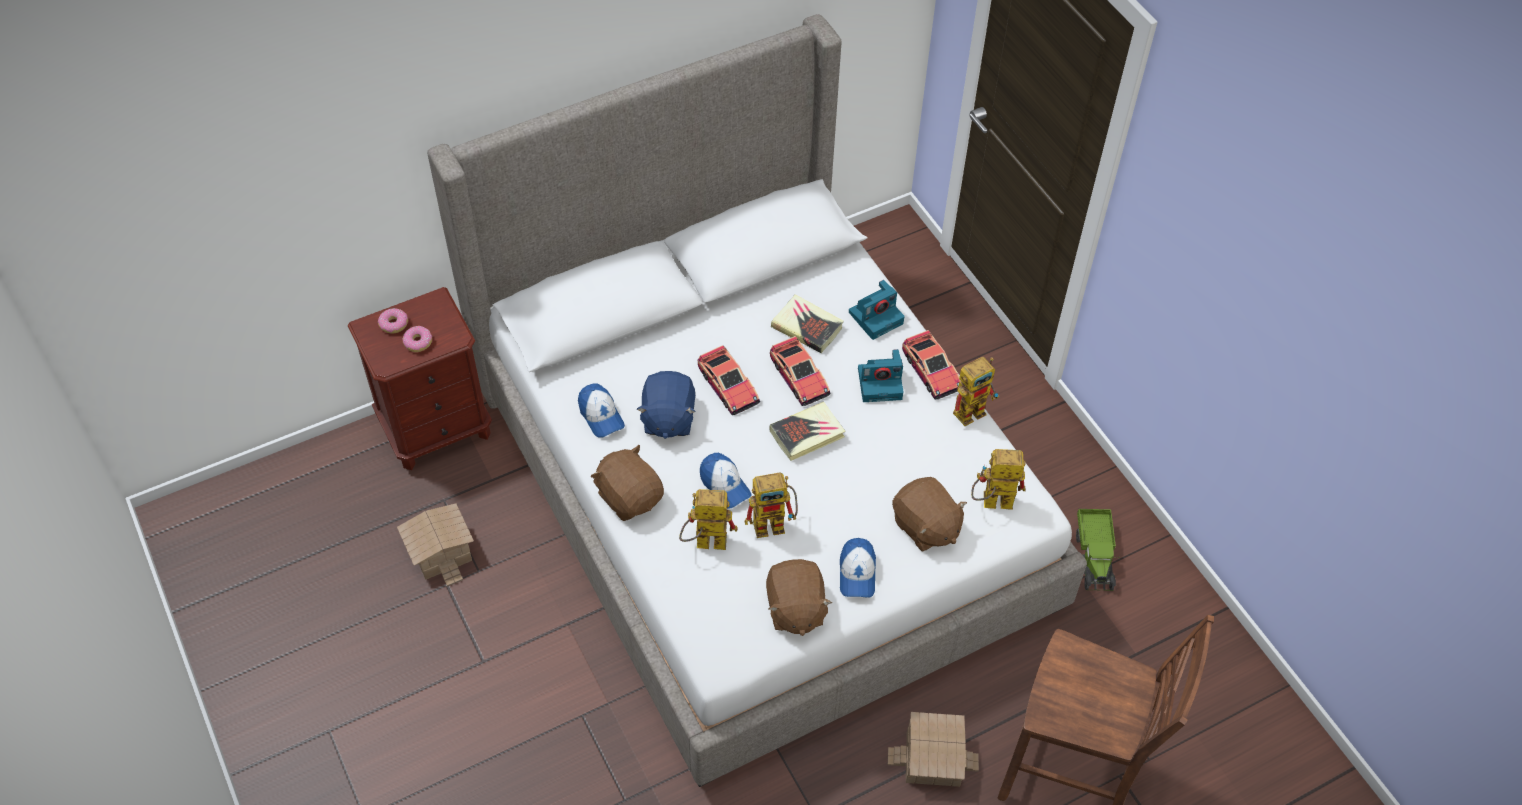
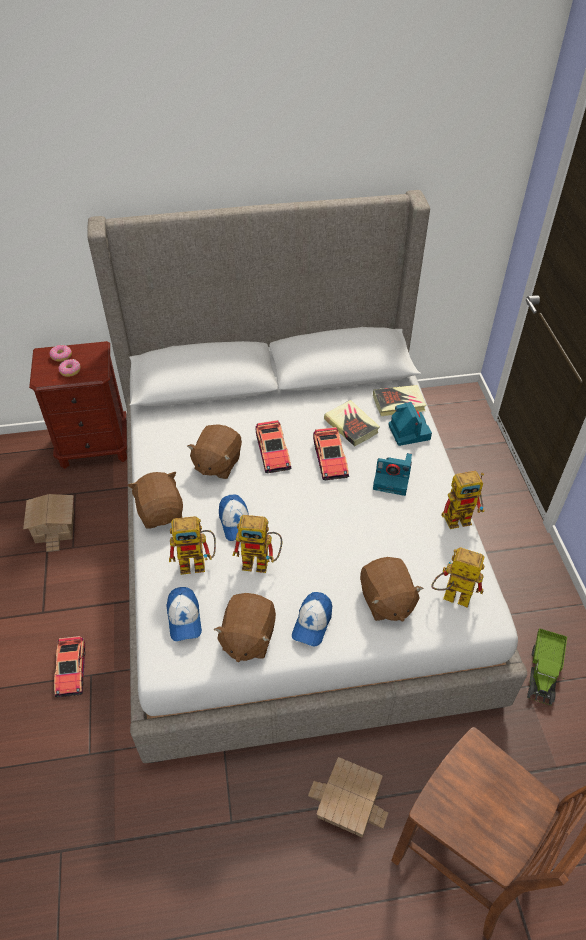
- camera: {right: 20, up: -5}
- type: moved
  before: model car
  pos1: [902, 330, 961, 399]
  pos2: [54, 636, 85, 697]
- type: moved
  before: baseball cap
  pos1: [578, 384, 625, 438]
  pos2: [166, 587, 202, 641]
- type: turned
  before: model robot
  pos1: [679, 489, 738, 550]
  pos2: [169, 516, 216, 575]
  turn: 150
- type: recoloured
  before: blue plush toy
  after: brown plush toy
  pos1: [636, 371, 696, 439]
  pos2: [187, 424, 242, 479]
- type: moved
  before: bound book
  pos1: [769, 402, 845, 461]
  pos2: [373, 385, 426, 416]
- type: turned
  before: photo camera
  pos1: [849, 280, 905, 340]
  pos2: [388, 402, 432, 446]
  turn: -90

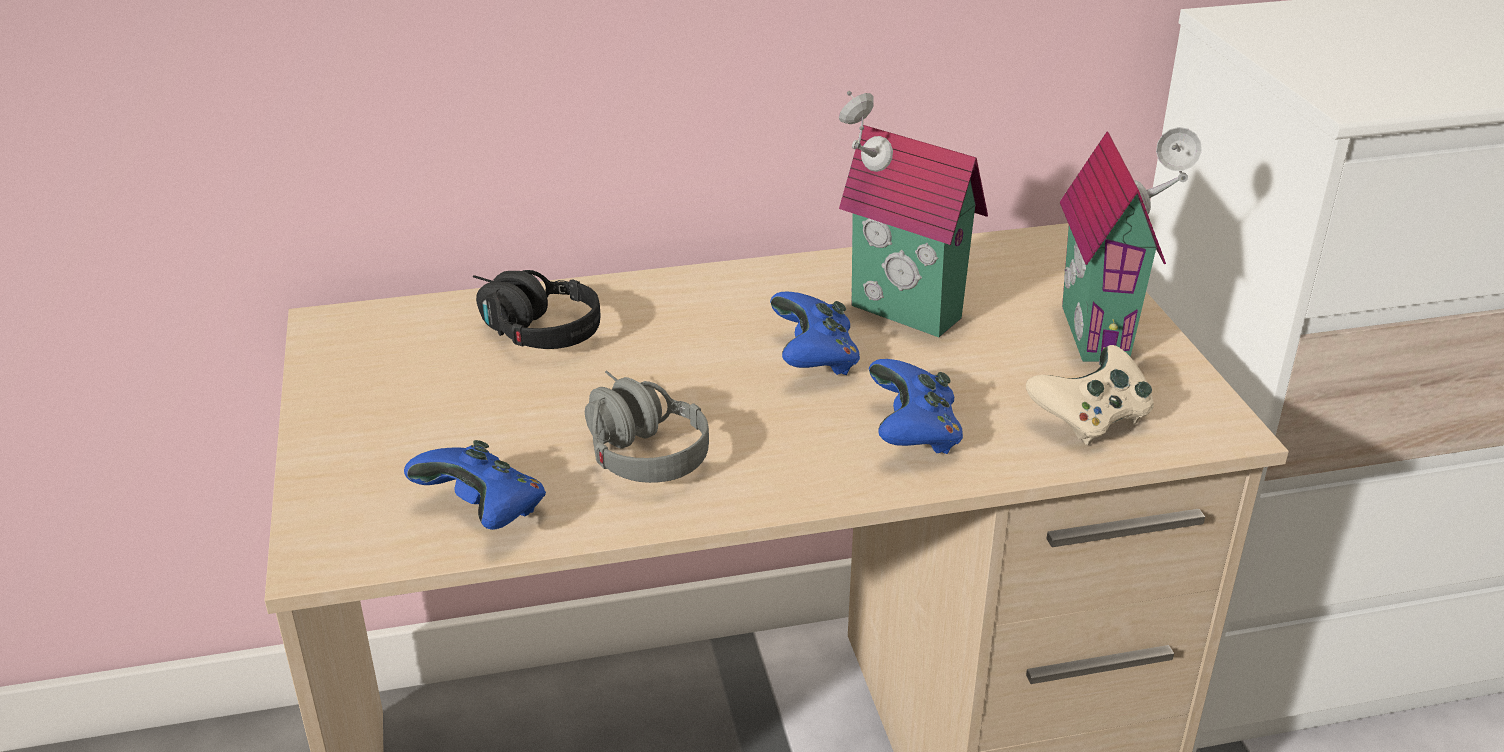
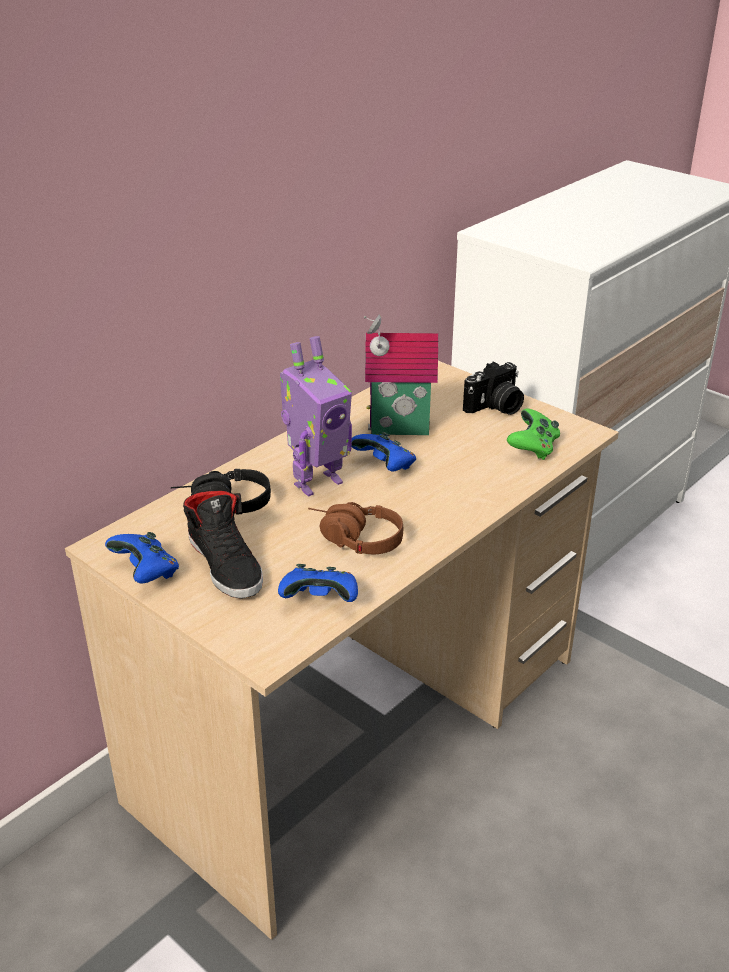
- camera: {right: -35, up: 0}
- type: moved
  before: blue gamepad
  pos1: [869, 359, 963, 454]
  pos2: [105, 532, 179, 583]
- type: added
  after: black item of footwear
  pos2: [183, 490, 263, 599]
- type: added
  after: model robot
  pos2: [280, 336, 352, 497]
- type: recoloured
  before: gray headphones
  after: brown headphones
  pos1: [585, 371, 709, 483]
  pos2: [308, 502, 403, 554]
- type: replaced
  before: miniature house
  after: photo camera
  pos1: [1060, 127, 1202, 365]
  pos2: [463, 361, 524, 415]
- type: recoloured
  before: beige-coloured gamepad
  after: green-coloured gamepad
  pos1: [1026, 345, 1154, 445]
  pos2: [507, 409, 560, 460]

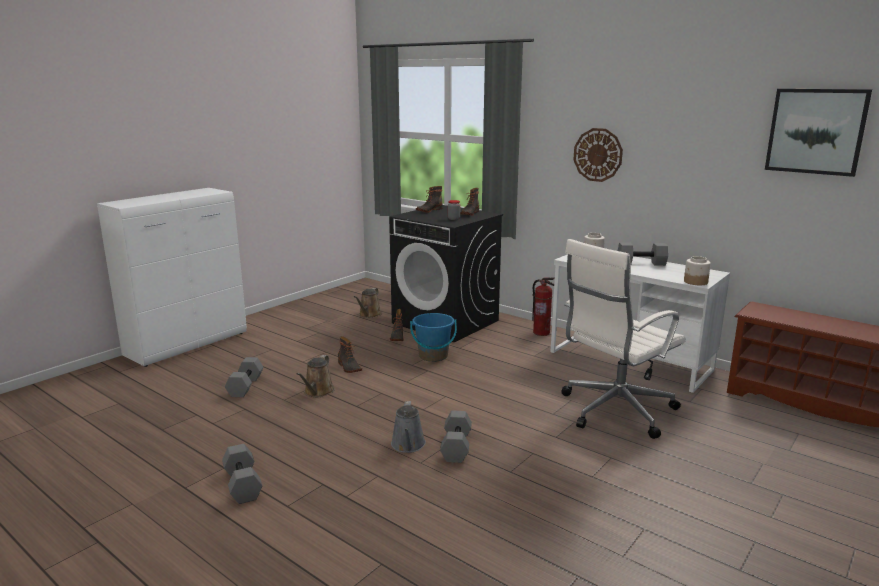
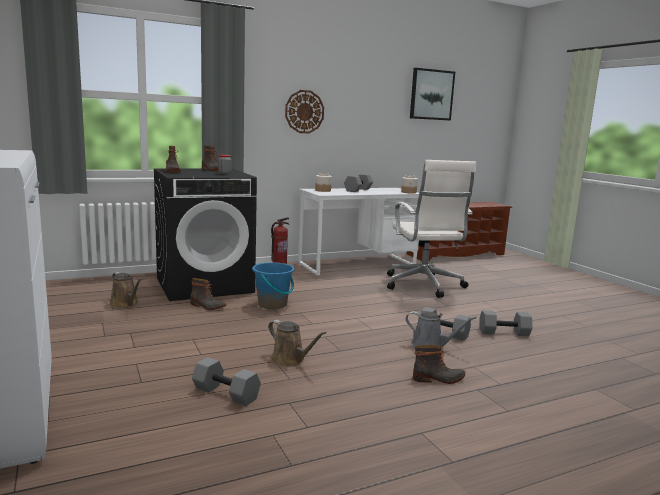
- camera: {right: -65, up: -5}
- type: moved
  before: boot
  pos1: [338, 336, 362, 373]
  pos2: [413, 345, 465, 384]
- type: moved
  before: gray dumbbell
  pos1: [222, 444, 262, 504]
  pos2: [479, 310, 532, 336]

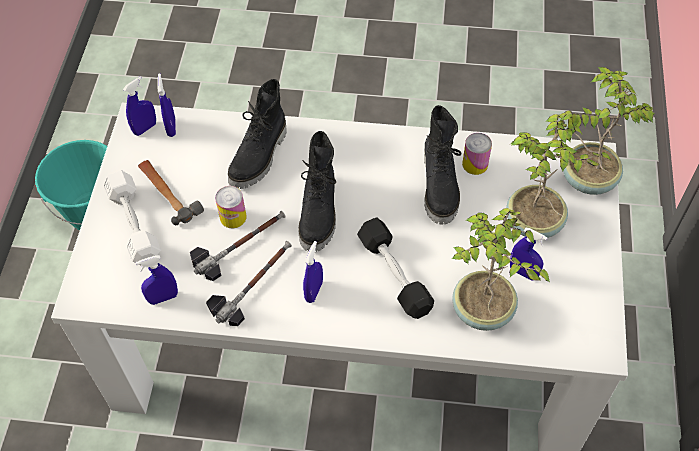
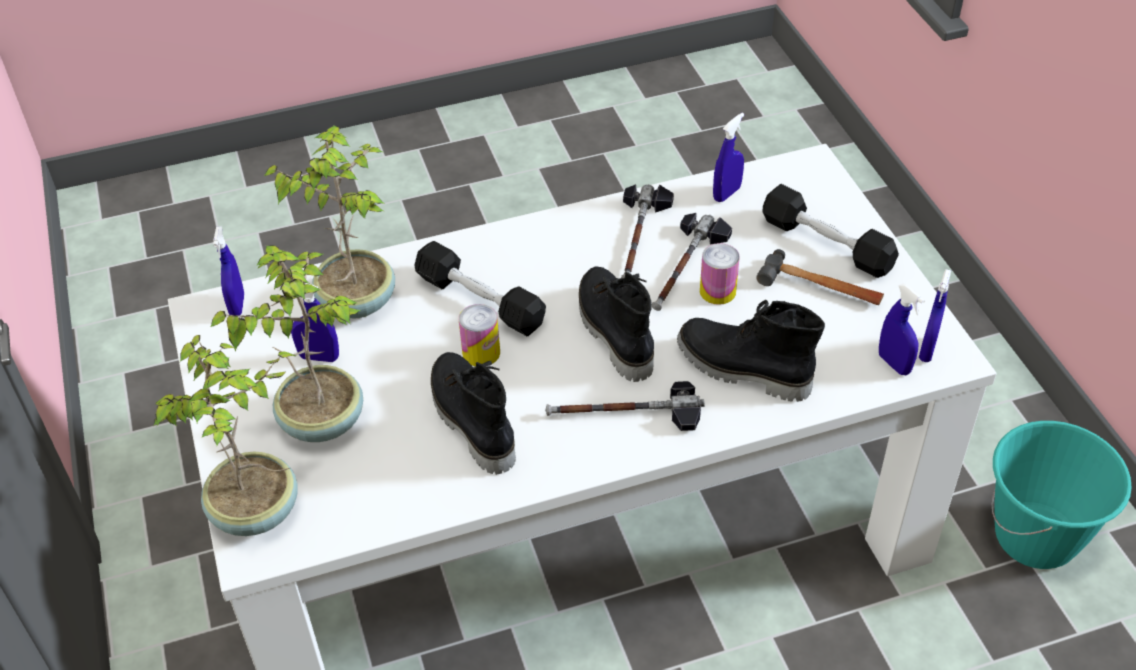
- camera: {right: 155, up: -10}
- type: moved
  before: blue hand sprayer
  pos1: [303, 241, 323, 303]
  pos2: [213, 226, 244, 315]
- type: moved
  before: metal can
  pos1: [462, 133, 492, 175]
  pos2: [459, 304, 500, 367]
- type: added
  after: hammer
  pos2: [545, 381, 705, 431]
- type: turned
  before: black boot
  pos1: [228, 79, 287, 189]
  pos2: [677, 300, 825, 402]
  turn: -60
- type: recoloured
  before: white dumbbell
  after: black dumbbell
  pos1: [103, 170, 161, 265]
  pos2: [763, 184, 899, 278]

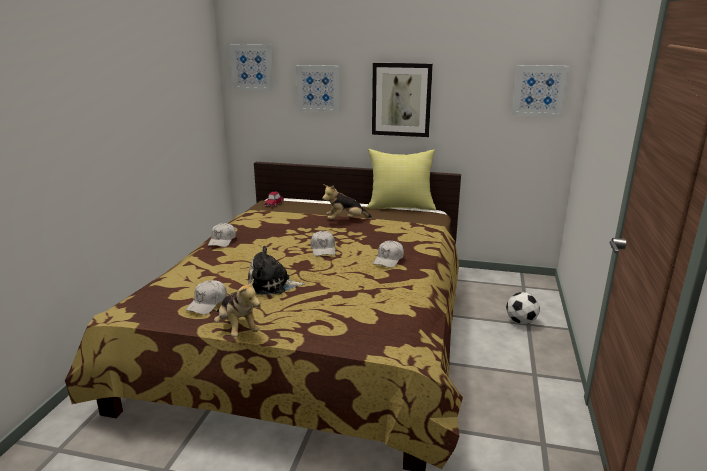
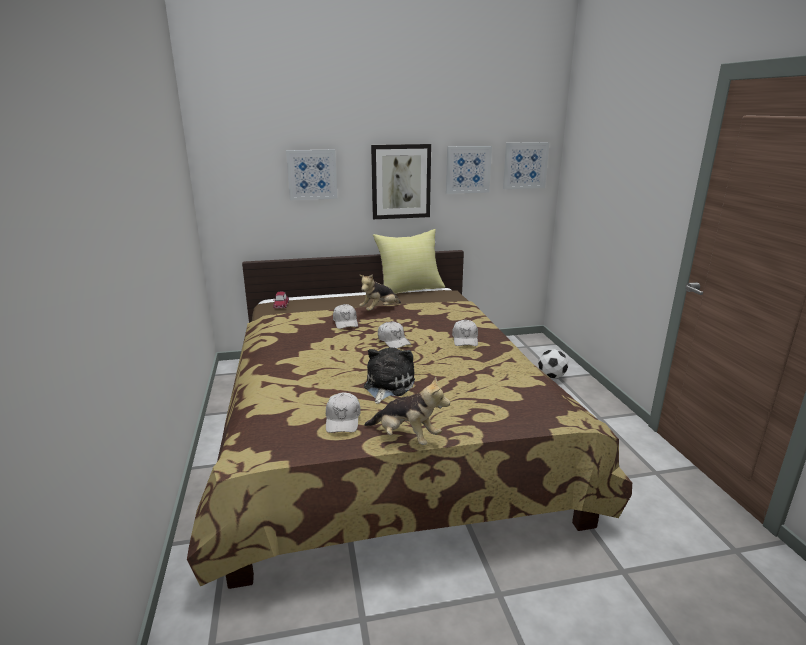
- camera: {right: -25, up: 0}
- type: moved
  before: white baseball cap
  pos1: [208, 223, 236, 247]
  pos2: [333, 304, 358, 329]
- type: turned
  before: plush toy
  pos1: [248, 246, 306, 294]
  pos2: [364, 347, 415, 404]
  turn: 135
- type: moved
  before: wall art
  pos1: [229, 44, 274, 91]
  pos2: [446, 146, 492, 194]

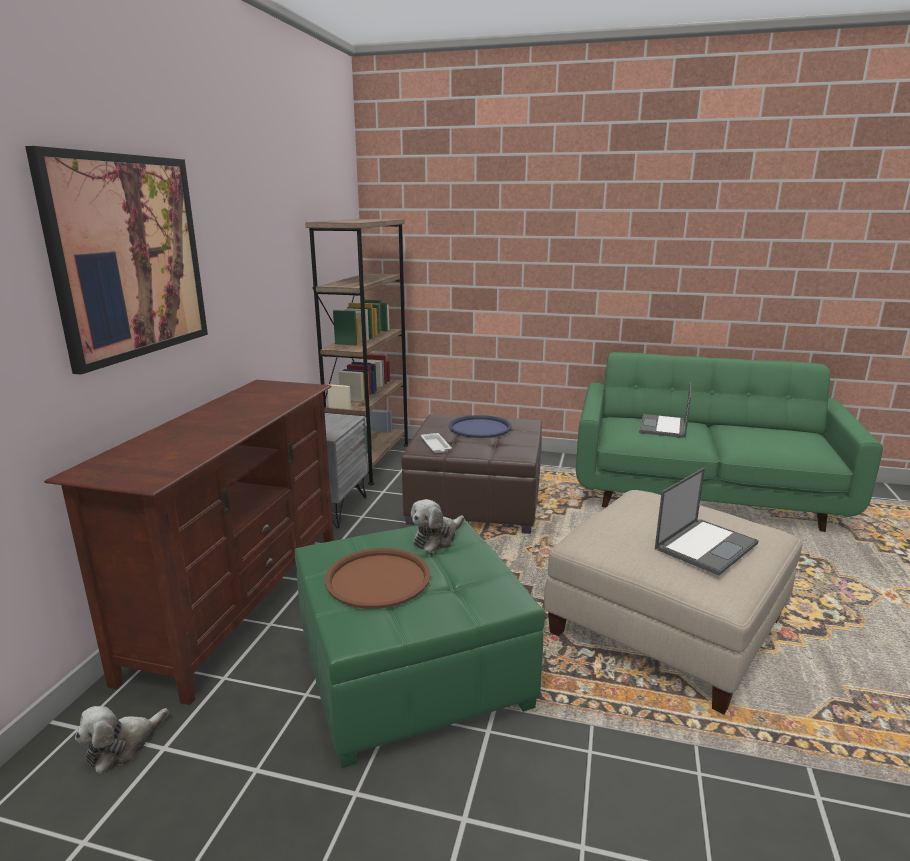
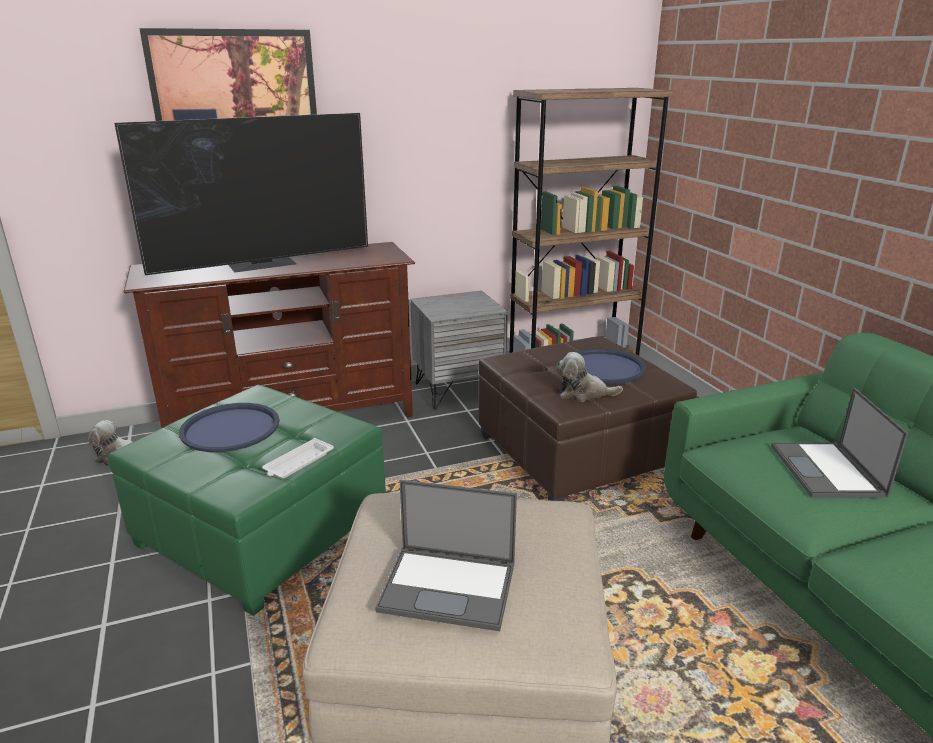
- camera: {right: 55, up: 5}
- type: added
  after: TV
  pos2: [114, 113, 368, 275]
- type: recoloured
  before: brown carrying tray
  after: blue carrying tray
  pos1: [325, 548, 431, 609]
  pos2: [179, 403, 280, 452]
- type: moved
  before: white carrying tray
  pos1: [421, 433, 452, 453]
  pos2: [262, 438, 334, 479]
- type: moved
  before: plush toy
  pos1: [411, 499, 464, 553]
  pos2: [557, 352, 623, 402]
- type: turned
  before: laptop
  pos1: [639, 382, 691, 438]
  pos2: [771, 388, 908, 498]
  turn: -75

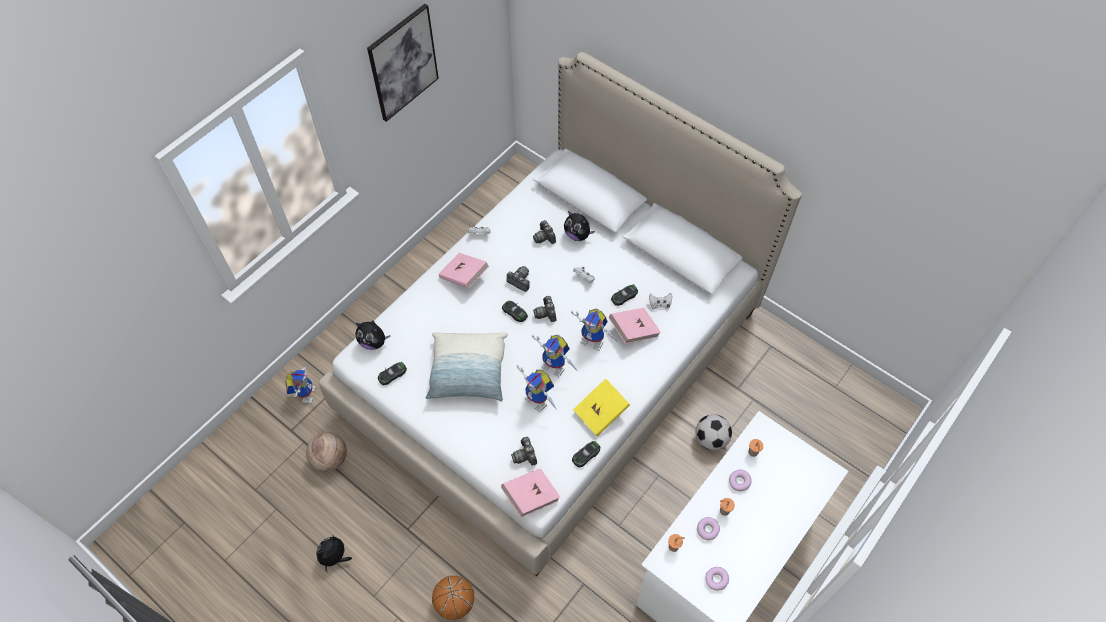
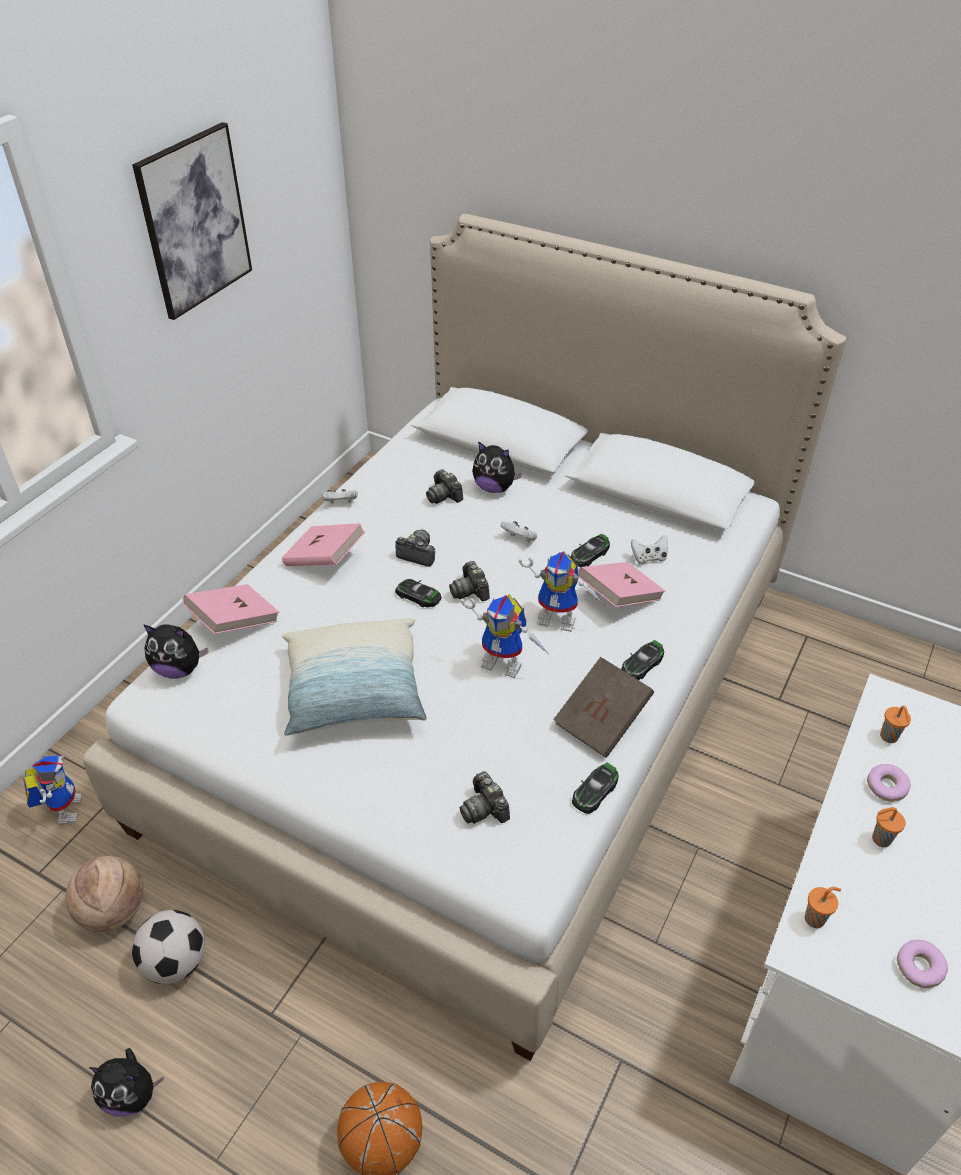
- camera: {right: -10, up: -15}
- type: turned
  before: plush toy
  pos1: [316, 536, 352, 572]
  pos2: [89, 1048, 164, 1117]
  turn: -105
- type: moved
  before: football
  pos1: [696, 414, 732, 450]
  pos2: [132, 910, 205, 984]
- type: moved
  before: pink-coloured bound book
  pos1: [501, 468, 560, 517]
  pos2: [183, 584, 279, 634]
- type: recoloured
  before: yellow-coloured bound book
  after: brown bound book
  pos1: [573, 379, 630, 436]
  pos2: [553, 657, 654, 758]
- type: moved
  before: model car
  pos1: [378, 362, 407, 385]
  pos2: [621, 640, 664, 680]
- type: removed
  before: model robot
  pos1: [517, 365, 557, 412]
- type: removed
  before: ring doughnut
  pos1: [697, 517, 720, 540]

